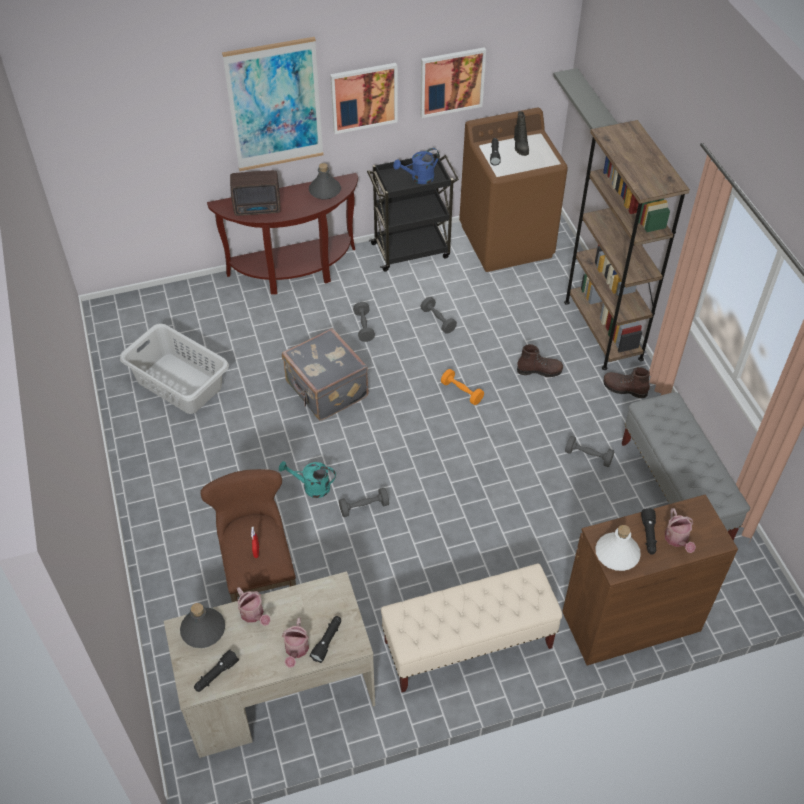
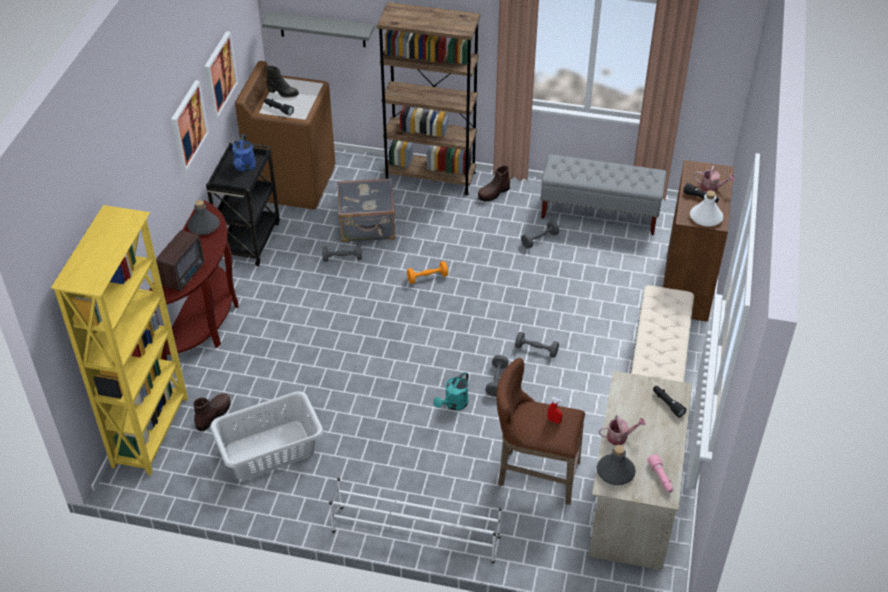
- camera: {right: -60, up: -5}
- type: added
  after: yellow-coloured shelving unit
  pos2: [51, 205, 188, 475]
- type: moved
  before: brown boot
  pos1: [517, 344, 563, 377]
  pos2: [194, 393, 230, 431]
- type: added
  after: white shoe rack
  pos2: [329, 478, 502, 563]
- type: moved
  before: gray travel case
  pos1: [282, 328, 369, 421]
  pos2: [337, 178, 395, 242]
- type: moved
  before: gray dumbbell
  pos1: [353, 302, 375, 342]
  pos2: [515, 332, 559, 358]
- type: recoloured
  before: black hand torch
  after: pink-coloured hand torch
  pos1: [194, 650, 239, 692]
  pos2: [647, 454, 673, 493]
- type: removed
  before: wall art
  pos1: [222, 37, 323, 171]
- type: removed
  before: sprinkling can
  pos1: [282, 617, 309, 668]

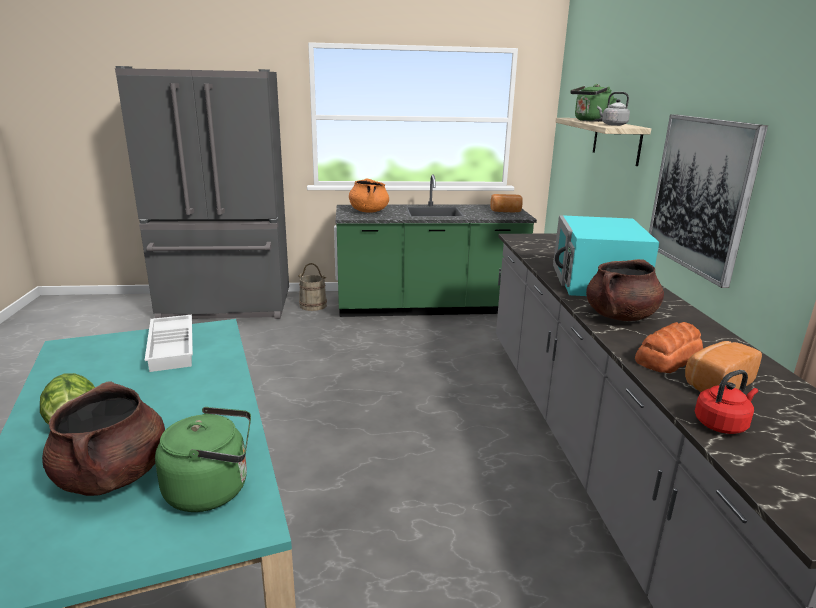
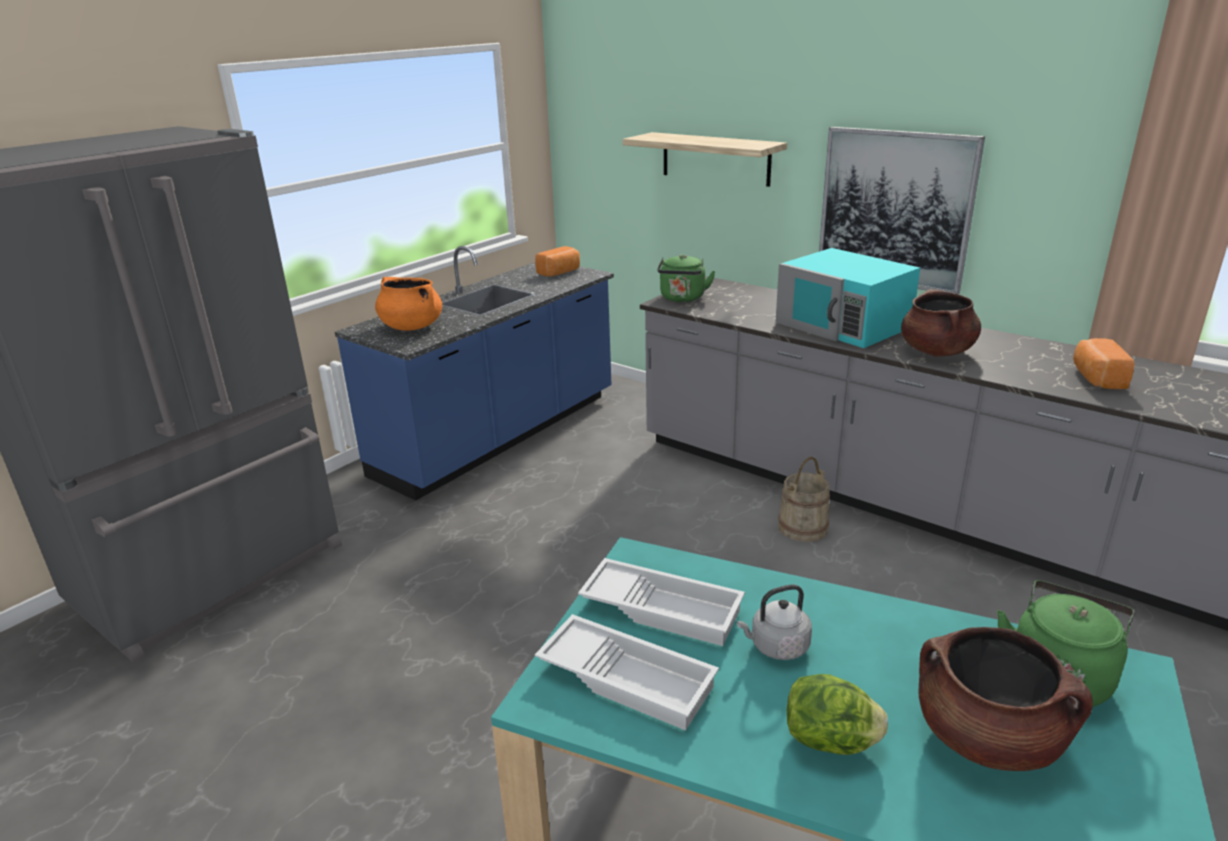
- camera: {right: -45, up: 5}
- type: recoloured
  before: green-coloured counter
  after: blue counter
  pos1: [336, 174, 537, 317]
  pos2: [335, 246, 614, 501]
- type: added
  after: white carrying tray
  pos2: [535, 614, 719, 730]
- type: moved
  before: green-coloured tea kettle
  pos1: [570, 84, 617, 122]
  pos2: [657, 254, 716, 302]
- type: moved
  before: gray tea kettle
  pos1: [597, 92, 630, 126]
  pos2: [737, 584, 812, 660]
- type: moved
  before: beige-coloured bucket
  pos1: [298, 263, 327, 311]
  pos2: [778, 457, 830, 542]
- type: removed
  before: bread
  pos1: [635, 322, 703, 373]
- type: removed
  before: red-coloured tea kettle
  pos1: [695, 370, 758, 434]

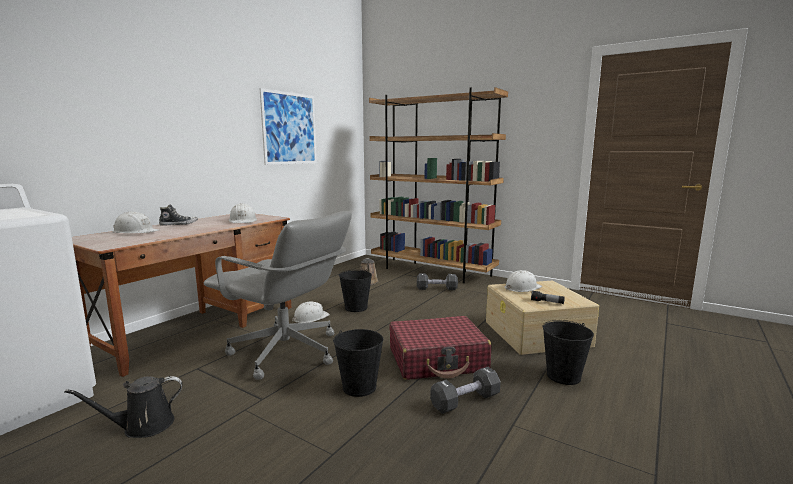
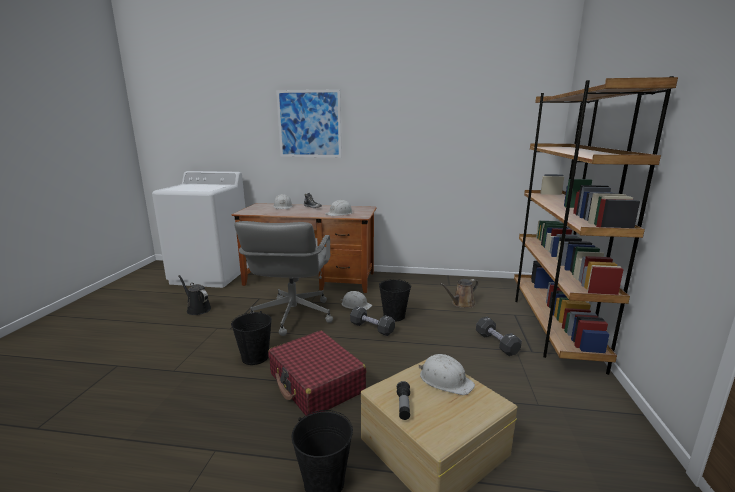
- camera: {right: 65, up: 5}
- type: moved
  before: wall art
  pos1: [260, 88, 317, 165]
  pos2: [276, 89, 342, 157]
- type: moved
  before: black dumbbell
  pos1: [430, 367, 501, 414]
  pos2: [350, 306, 395, 336]

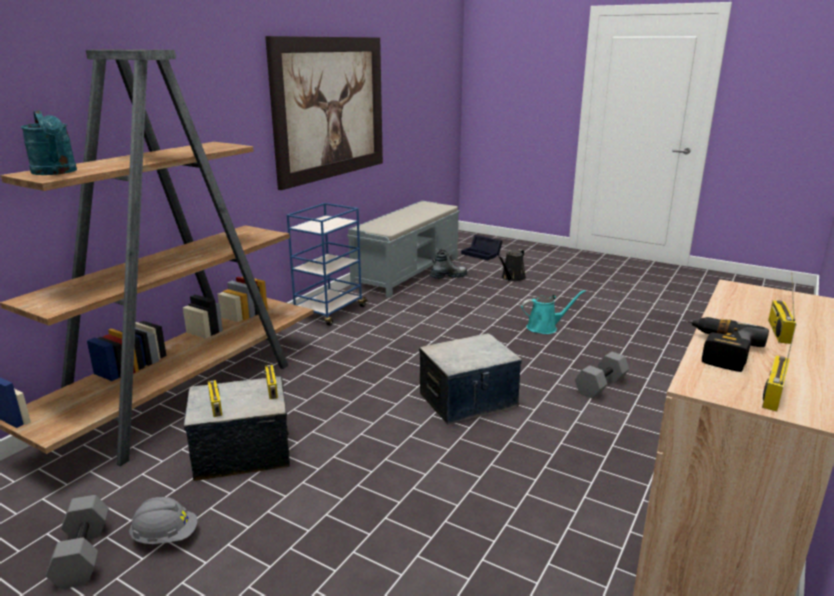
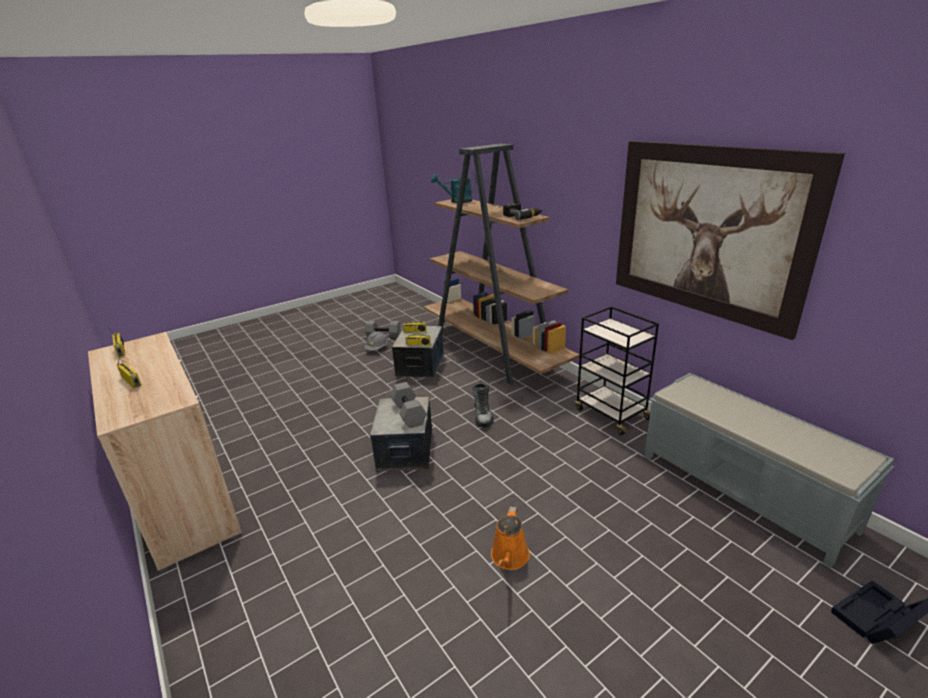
- camera: {right: 115, up: 5}
- type: moved
  before: gray dumbbell
  pos1: [575, 352, 629, 399]
  pos2: [390, 382, 427, 428]
- type: moved
  before: boot
  pos1: [429, 249, 467, 279]
  pos2: [472, 383, 493, 427]
- type: recoloured
  before: turquoise sprinkling can
  after: orangey sprinkling can
  pos1: [521, 290, 586, 334]
  pos2: [491, 507, 530, 570]
- type: moved
  before: power drill
  pos1: [687, 317, 769, 372]
  pos2: [503, 203, 543, 220]
- type: recoloured
  before: blue cart
  after: black cart
  pos1: [287, 203, 368, 326]
  pos2: [575, 306, 659, 435]
- type: removed
  before: black sprinkling can
  pos1: [498, 249, 526, 281]

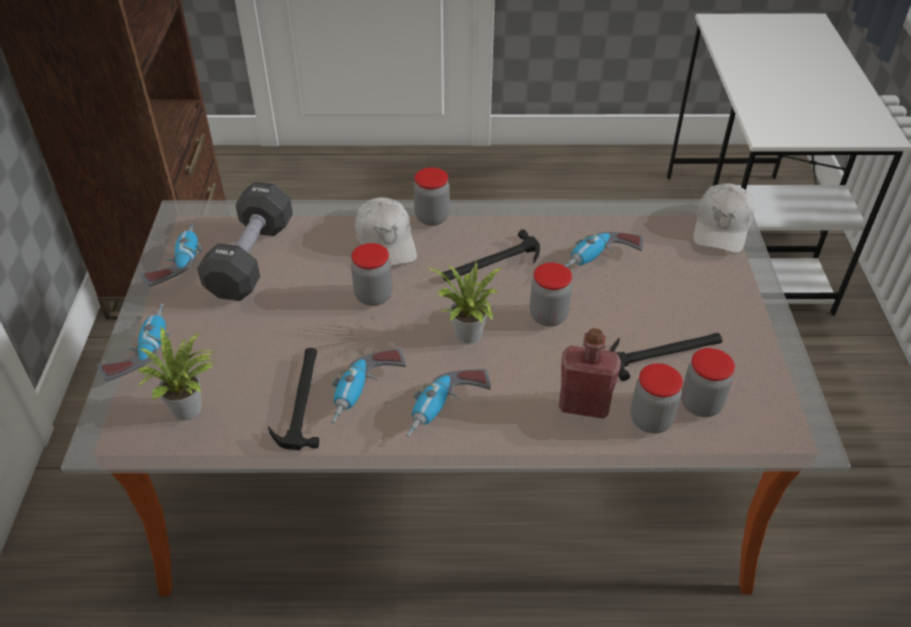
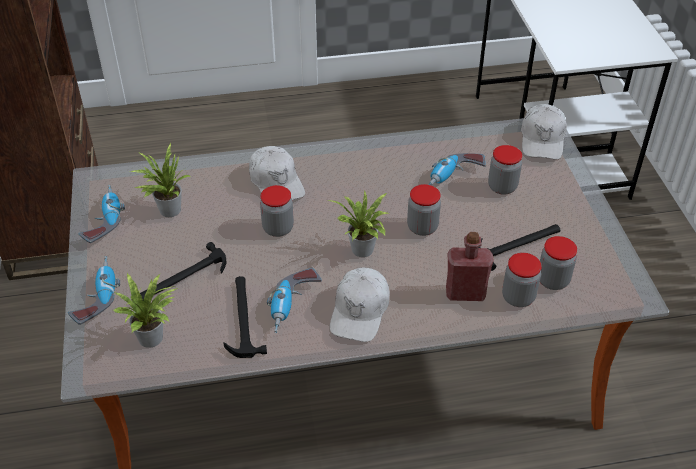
- camera: {right: -10, up: 0}
- type: replaced
  before: black dumbbell
  after: potted plant
  pos1: [197, 182, 293, 301]
  pos2: [131, 143, 192, 217]
- type: moved
  before: hammer
  pos1: [442, 229, 540, 282]
  pos2: [140, 242, 227, 300]
- type: replaced
  before: power drill
  after: white baseball cap
  pos1: [406, 369, 491, 438]
  pos2: [330, 267, 390, 342]
- type: moved
  before: storage jar
  pos1: [414, 167, 450, 226]
  pos2: [488, 145, 522, 195]

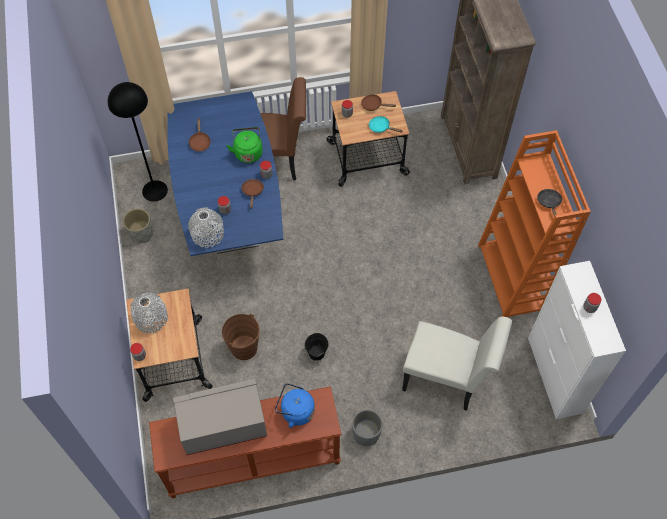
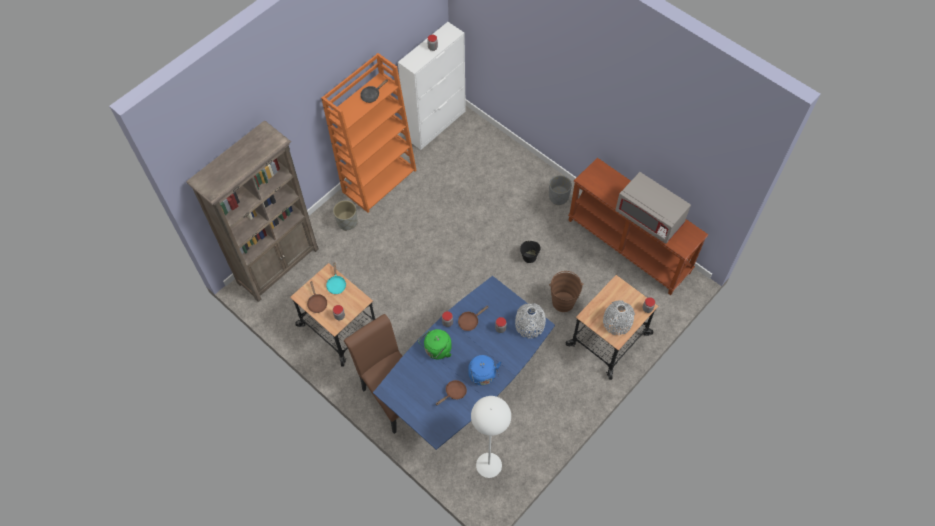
- camera: {right: -125, up: 0}
- type: moved
  before: gray planter
  pos1: [123, 209, 153, 243]
  pos2: [333, 200, 357, 231]
- type: moved
  before: blue tea kettle
  pos1: [275, 383, 315, 428]
  pos2: [468, 355, 502, 386]
- type: recoloured
  before: black standing lamp
  after: white standing lamp
  pos1: [108, 82, 168, 202]
  pos2: [471, 396, 511, 478]
- type: removed
  before: white plain chair
  pos1: [402, 316, 512, 411]

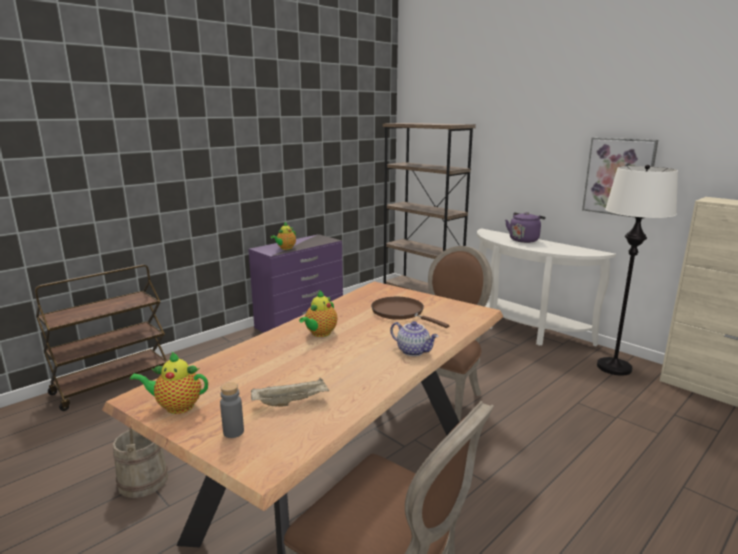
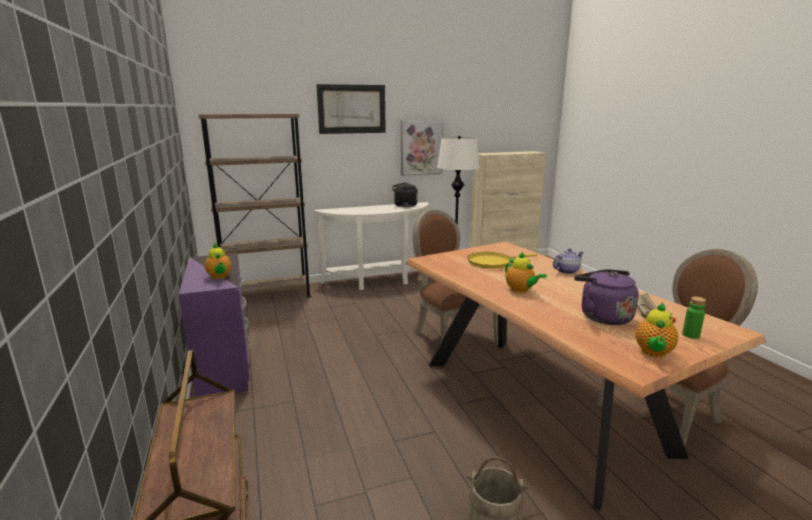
- camera: {right: -65, up: 0}
- type: added
  after: wall art
  pos2: [316, 84, 386, 134]
- type: added
  after: black tea kettle
  pos2: [392, 182, 418, 207]
- type: recoloured
  before: brown pan
  after: yellow-coloured pan
  pos1: [371, 297, 449, 328]
  pos2: [468, 252, 537, 269]
- type: moved
  before: purplish tea kettle
  pos1: [505, 212, 545, 243]
  pos2: [574, 269, 639, 325]
- type: recoloured
  before: gray bottle
  after: green-coloured bottle
  pos1: [220, 382, 244, 438]
  pos2: [682, 297, 706, 339]

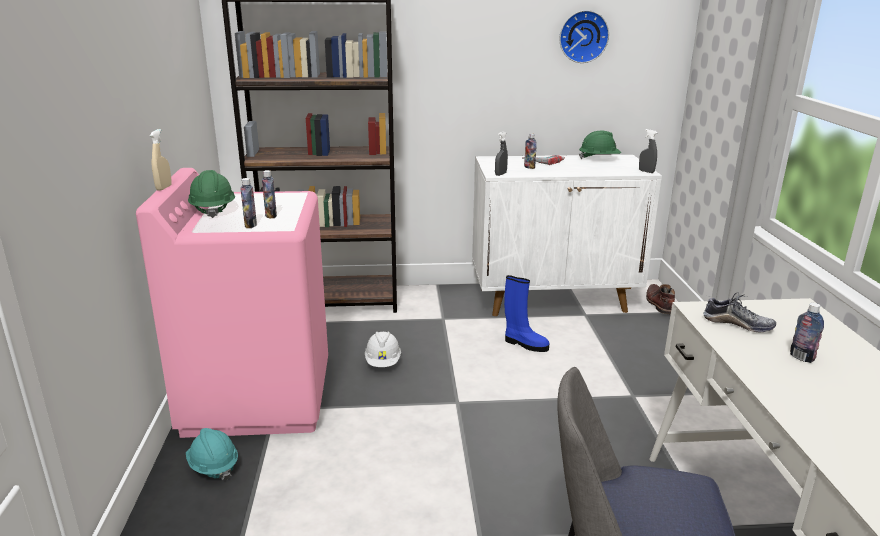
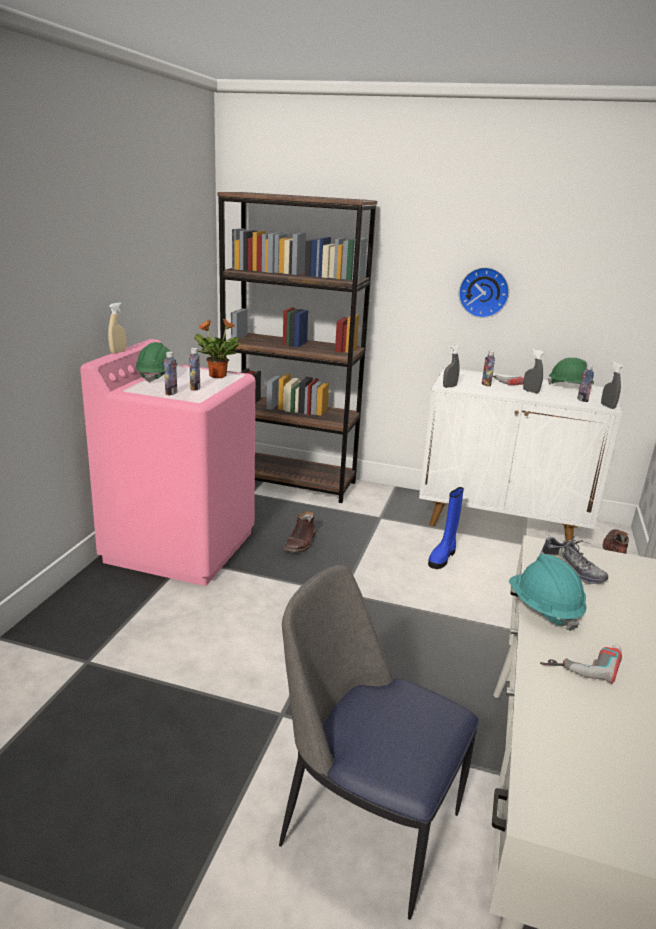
- camera: {right: 20, up: 0}
- type: added
  after: potted plant
  pos2: [194, 319, 242, 378]
- type: replaced
  before: white safety helmet
  after: brown boot
  pos1: [365, 331, 401, 367]
  pos2: [283, 511, 316, 552]
- type: turned
  before: blue boot
  pos1: [504, 275, 549, 352]
  pos2: [428, 487, 464, 569]
  turn: 75
- type: moved
  before: wall clock
  pos1: [559, 10, 609, 63]
  pos2: [458, 267, 509, 318]
- type: moved
  before: turquoise safety helmet
  pos1: [186, 428, 238, 480]
  pos2: [509, 554, 587, 631]
- type: added
  after: gray hand sprayer
  pos2: [523, 349, 544, 393]
- type: added
  after: power drill
  pos2: [540, 645, 622, 684]
- type: moved
  before: bottle
  pos1: [790, 303, 824, 363]
  pos2: [577, 365, 594, 402]

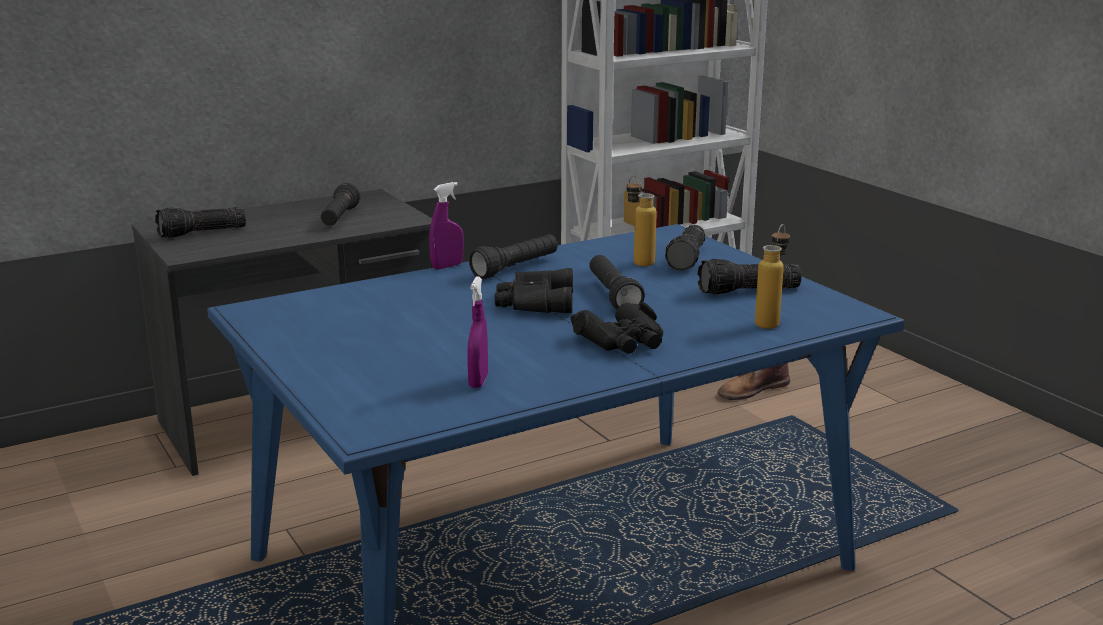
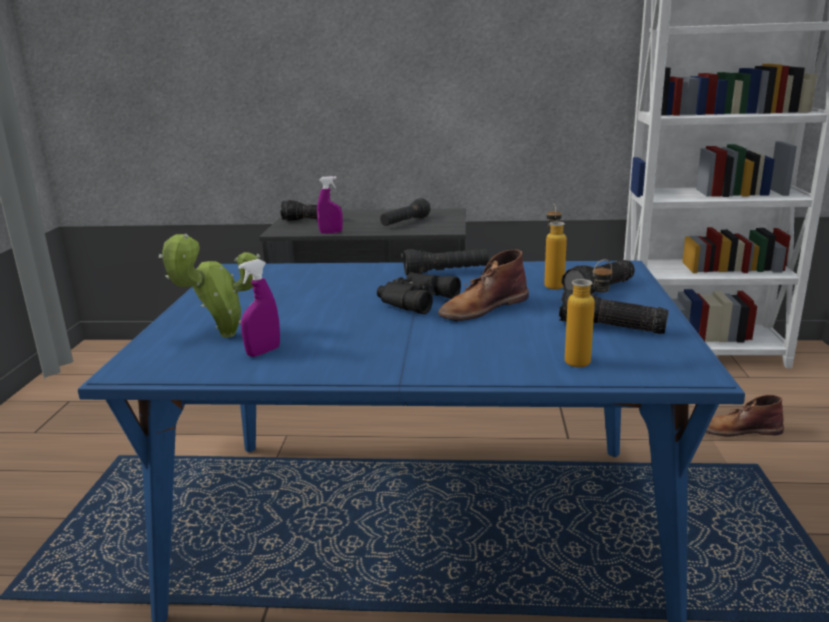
- camera: {right: 35, up: 0}
- type: added
  after: potted plant
  pos2: [159, 234, 260, 338]
- type: moved
  before: purplish hand sprayer
  pos1: [429, 182, 464, 269]
  pos2: [317, 176, 343, 234]
- type: replaced
  before: black hand torch
  after: brown boot
  pos1: [589, 255, 645, 309]
  pos2: [438, 250, 529, 321]
- type: removed
  before: black pair of binoculars
  pos1: [571, 302, 663, 354]

